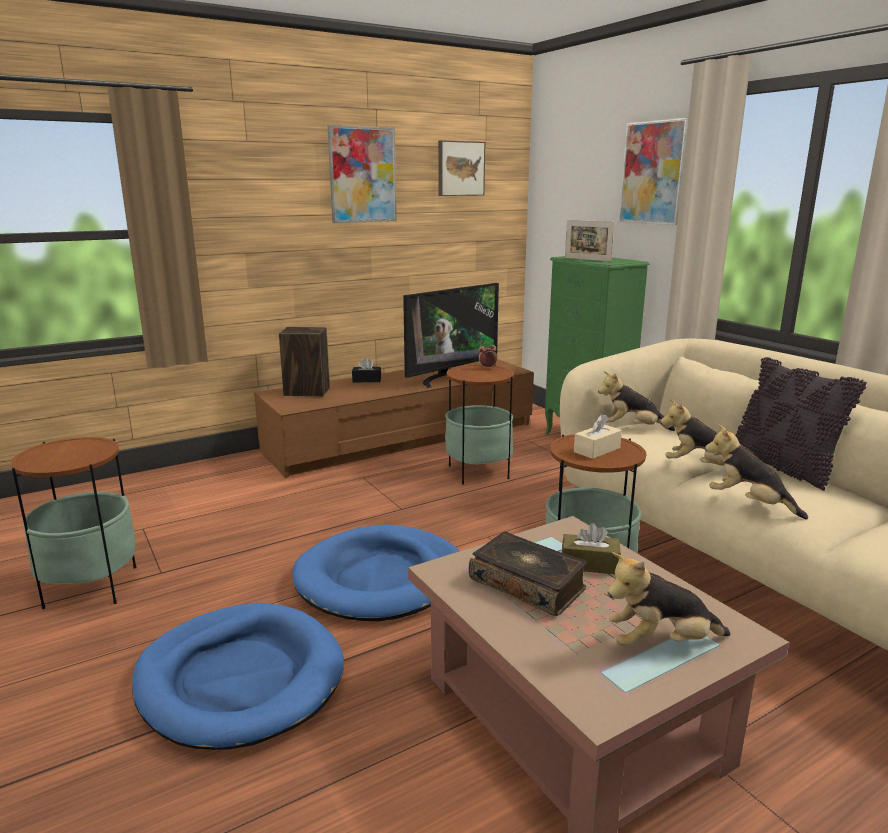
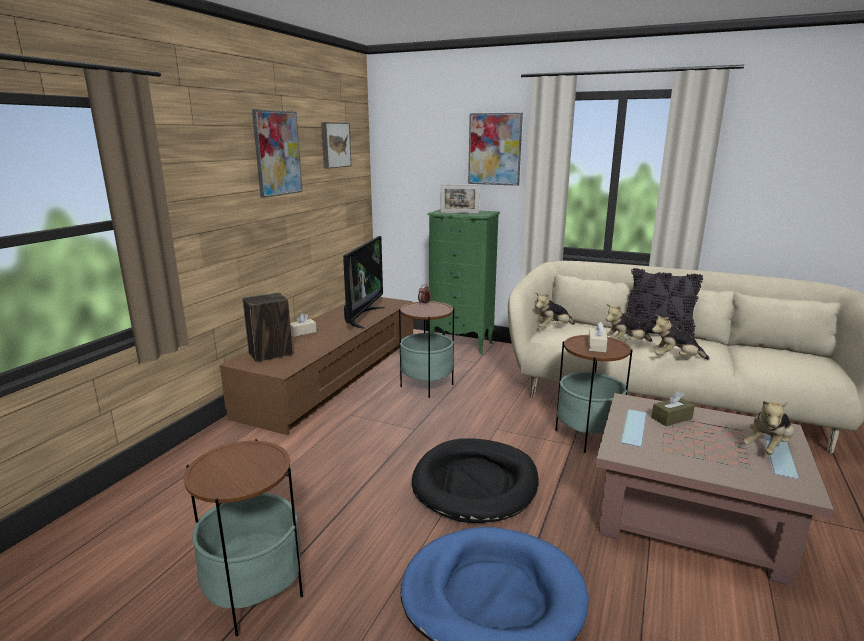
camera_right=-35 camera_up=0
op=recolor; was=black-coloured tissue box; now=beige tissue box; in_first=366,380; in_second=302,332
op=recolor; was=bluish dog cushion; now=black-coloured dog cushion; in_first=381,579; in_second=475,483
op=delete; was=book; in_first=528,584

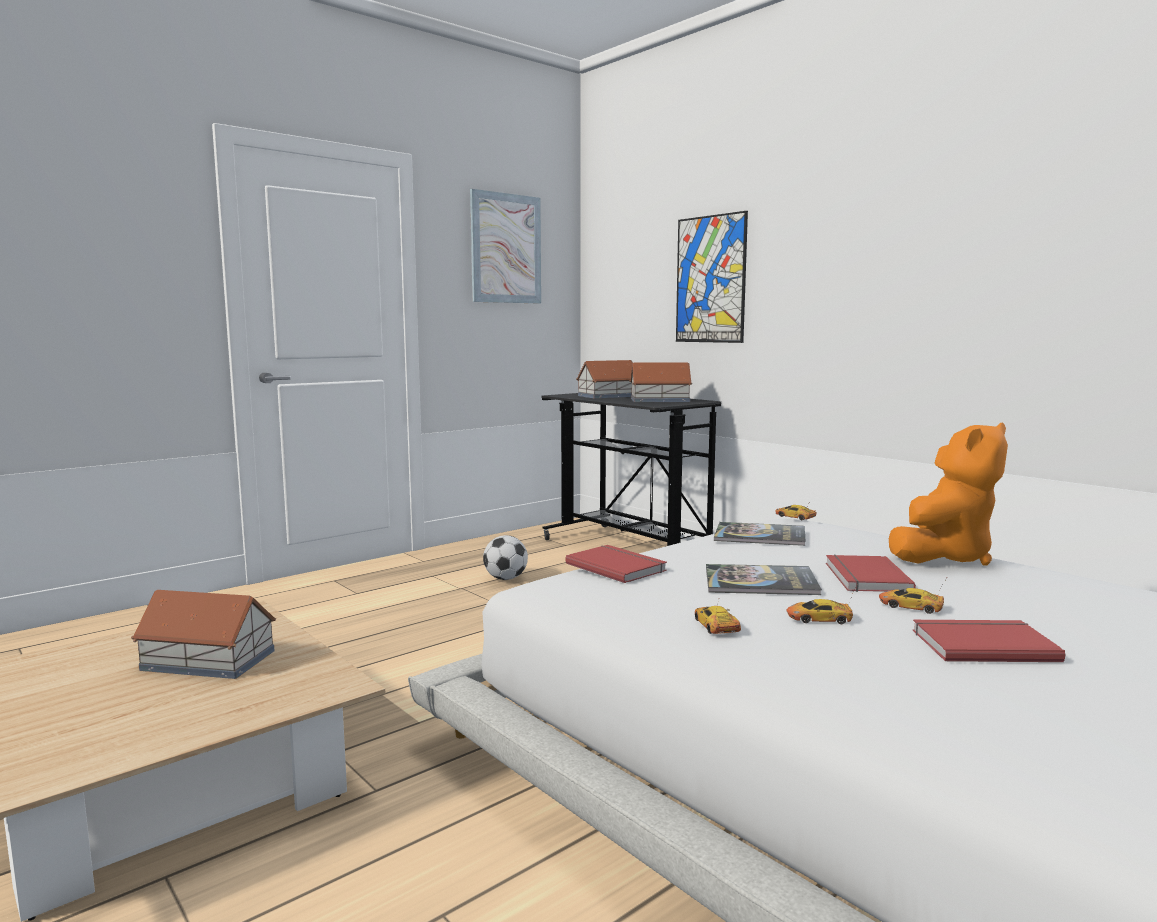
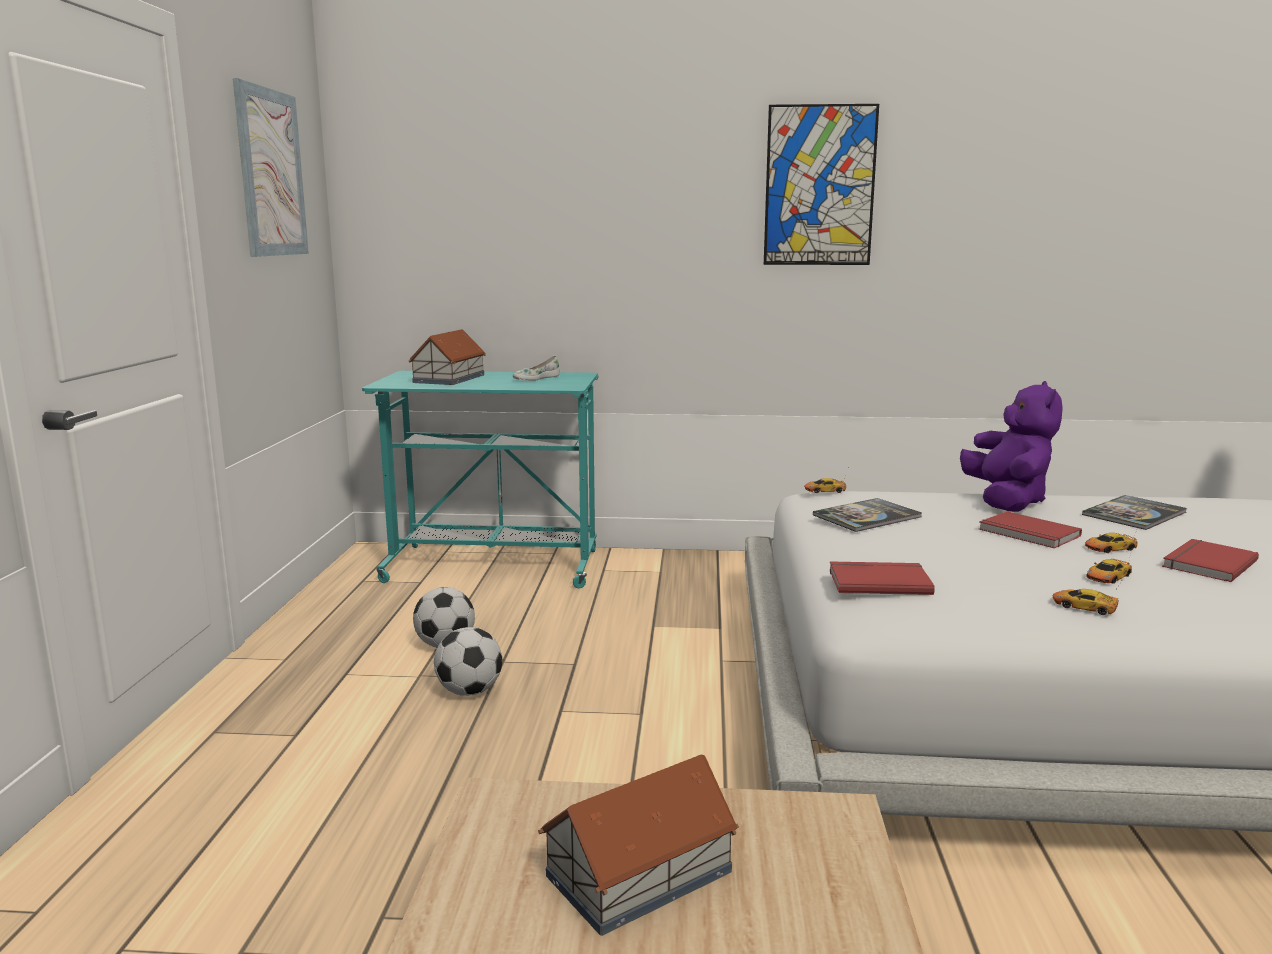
camera_right=-45 camera_up=5
op=recolor; was=black-coloured desk; now=turquoise desk; in_first=627,547; in_second=493,566
op=insert; now=football ball; in_second=469,692
op=replace; was=model house; now=white-coloured shoe; in_first=660,400; in_second=536,378
op=move; was=wall picture; in_first=710,279; in_second=819,186
op=recolor; was=orangey soft toy; now=purple-coloured soft toy; in_first=943,557; in_second=1006,501
op=move; was=book; in_first=760,582; in_second=1134,514

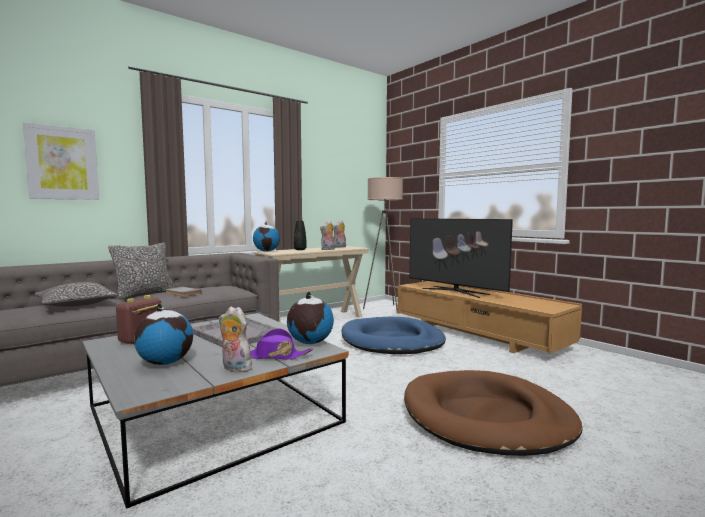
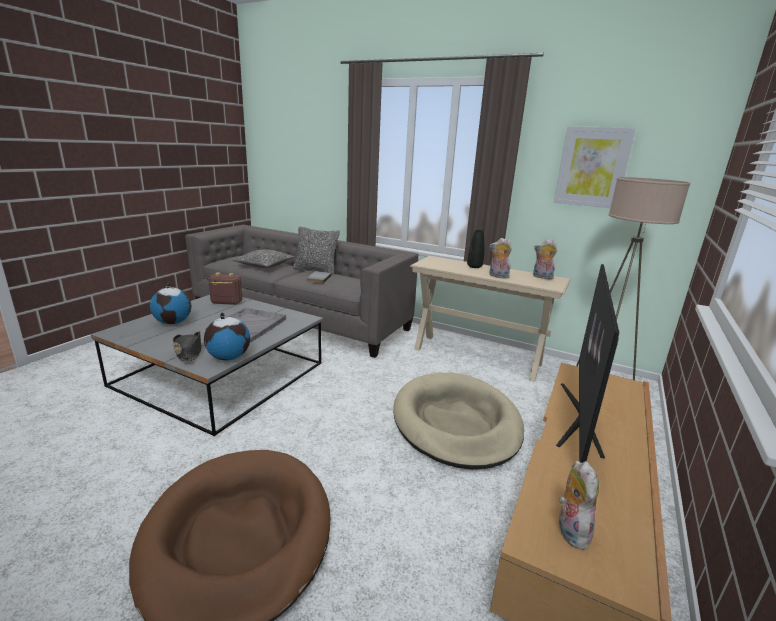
camera_right=65 camera_up=15
op=recolor; was=purple-coloured hat; now=black-coloured hat; in_first=275,356; in_second=189,352
op=recolor; was=bluish dog cushion; now=beige dog cushion; in_first=392,341; in_second=456,423
op=move; was=wall picture; in_first=62,163; in_second=592,167
op=move; was=soft toy; in_first=234,368; in_second=569,530
op=delete; was=world globe; in_first=267,251

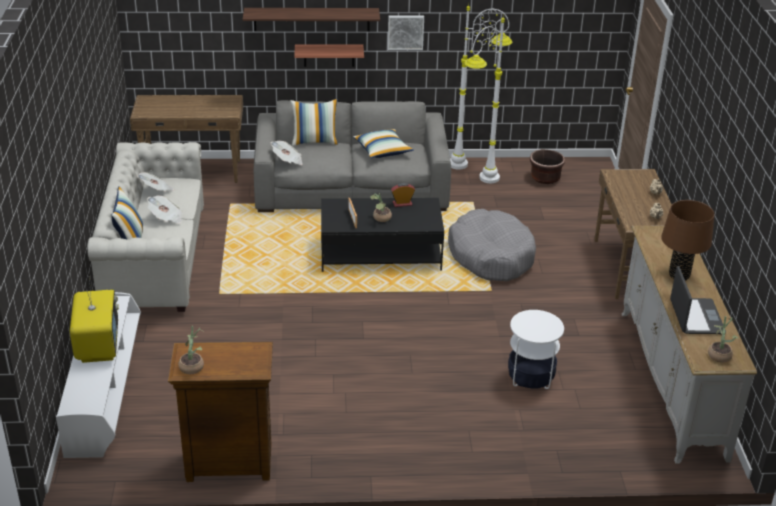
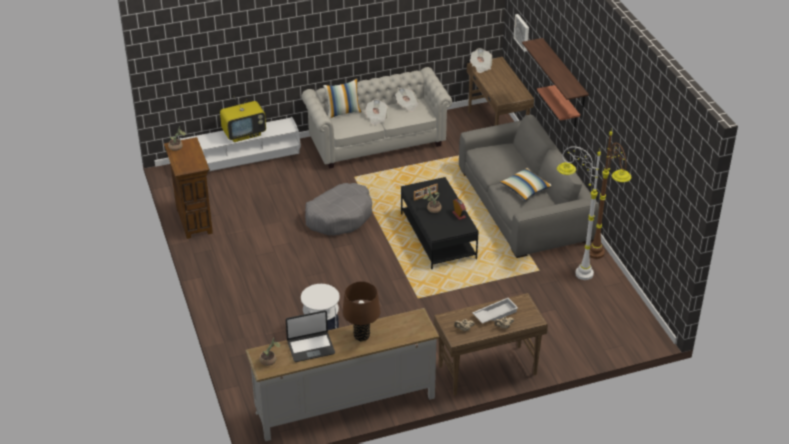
camera_right=75 camera_up=5
op=move; was=greyish dog cushion; in_first=491,256; in_second=339,216
op=move; was=printed paper; in_first=287,160; in_second=481,66
op=insert; now=white-coloured serving tray; in_second=495,313
op=move; was=wall picture; in_first=405,32; in_second=522,32
op=recolor; was=white-coloured standing lamp; now=brownish standing lamp; in_first=475,164; in_second=602,262
op=delete; was=pillow; in_first=315,141
op=delete; was=brownish plant pot; in_first=545,178

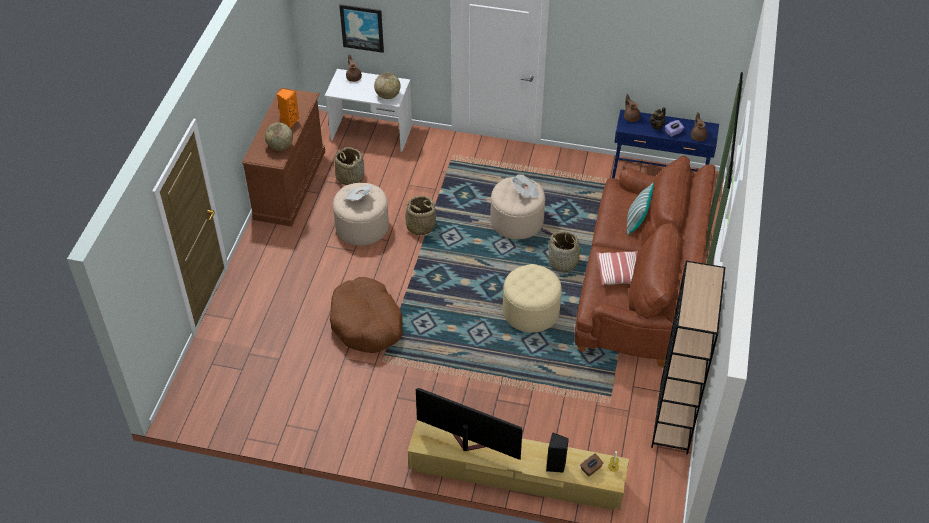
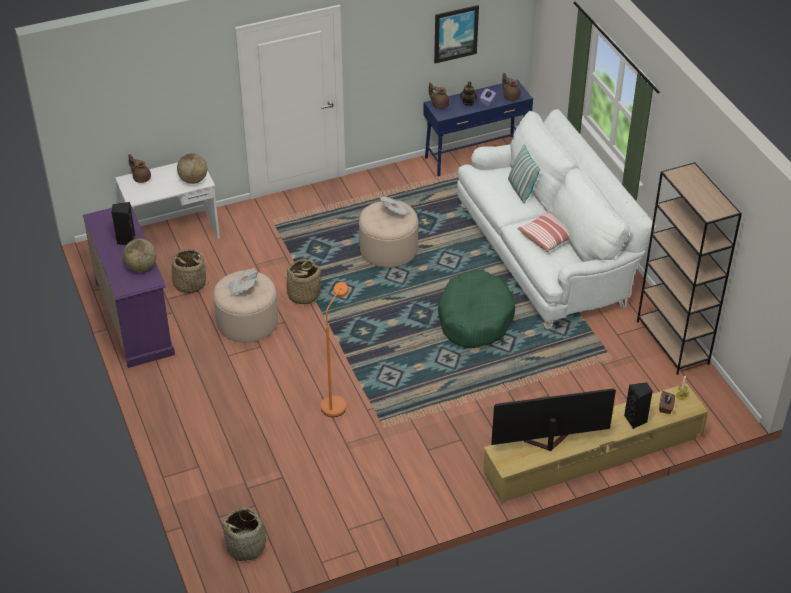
camera_right=-35 camera_up=-5
op=recolor; was=brownish storage cabinet; now=purple-coloured storage cabinet; in_first=290,184; in_second=134,317
op=recolor; was=orangey loudspeaker; now=black-coloured loudspeaker; in_first=289,121; in_second=126,240
op=move; was=storage basket; in_first=563,262; in_second=247,546
op=replace; was=brownish dog cushion; now=orangey standing lamp; in_first=366,323; in_second=336,402
op=move; was=wall picture; in_first=362,27; in_second=455,33
op=replace; was=beige footrest; now=greenish dog cushion; in_first=531,311; in_second=475,318
op=recolor; was=brownish couch; now=white-coloured couch; in_first=640,287; in_second=547,253

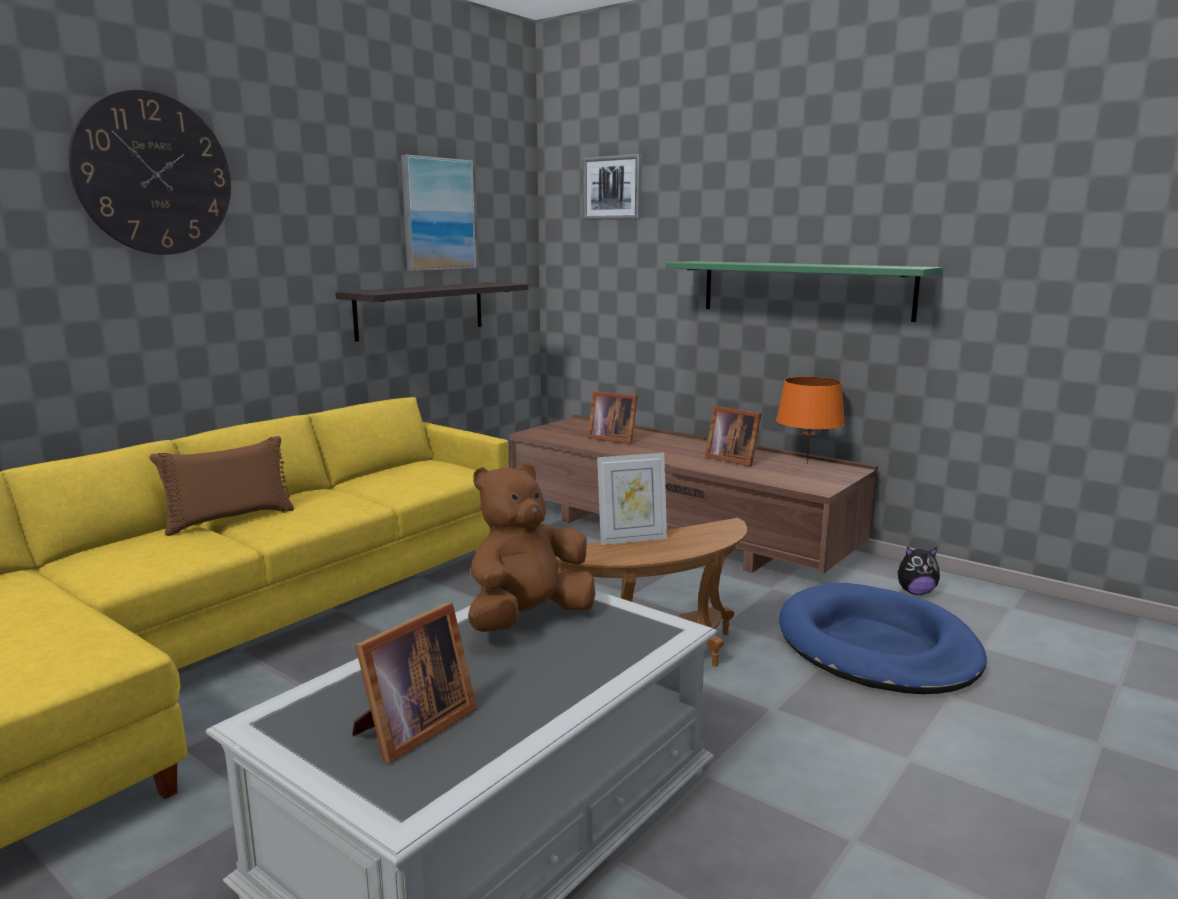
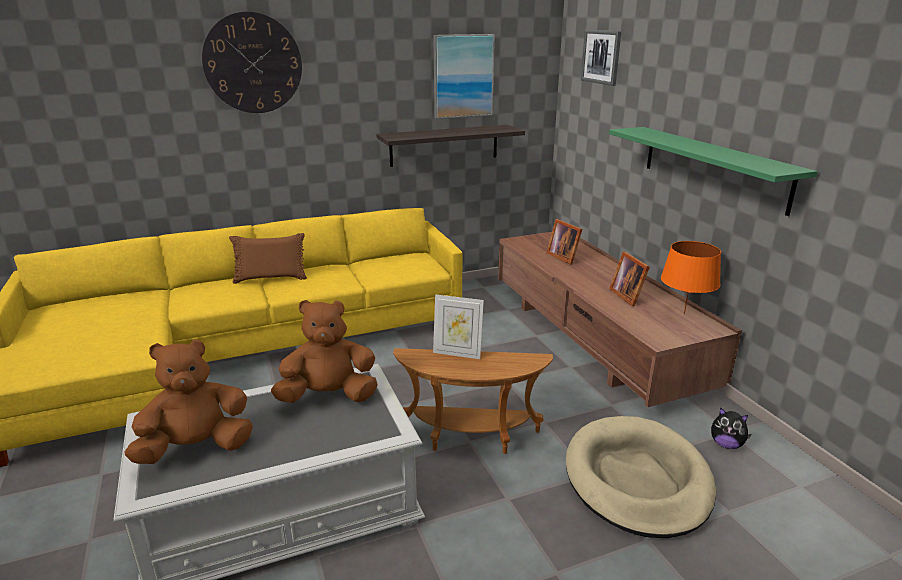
camera_right=30 camera_up=10
op=replace; was=photo frame; now=brownish soft toy; in_first=411,729; in_second=197,448
op=recolor; was=bluish dog cushion; now=beige dog cushion; in_first=876,647; in_second=637,479

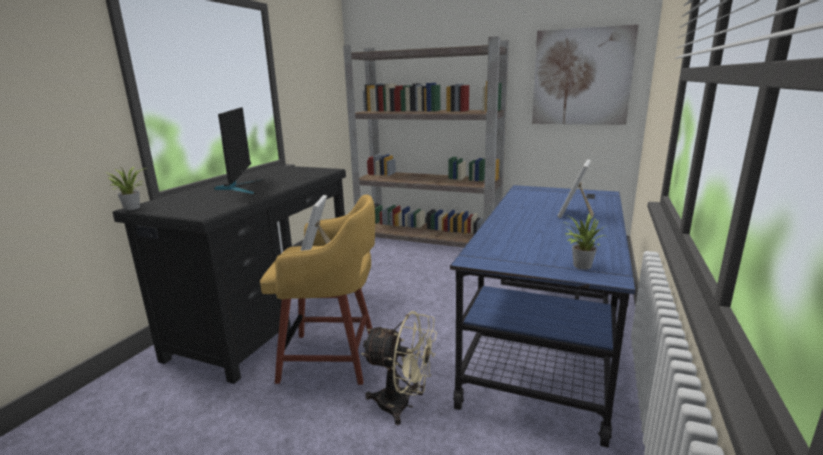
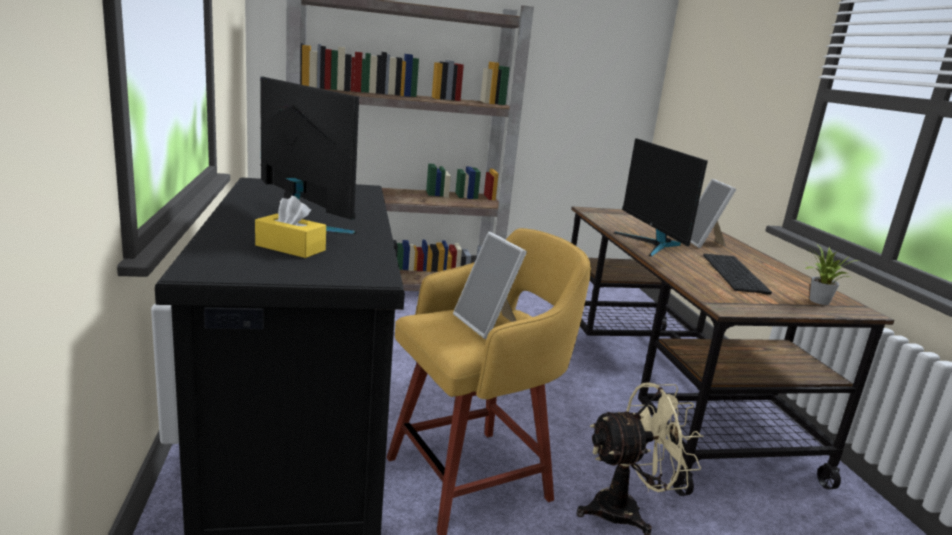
camera_right=-35 camera_up=0
op=insert; now=yellow-coloured tissue box; in_second=290,248
op=recolor; was=bluish desk; now=brownish desk; in_first=545,338; in_second=667,392
op=insert; now=computer display; in_second=652,244
op=insert; now=computer keyboard; in_second=736,274
op=delete; was=houseplant; in_first=131,208
op=delete; was=wall picture; in_first=581,77

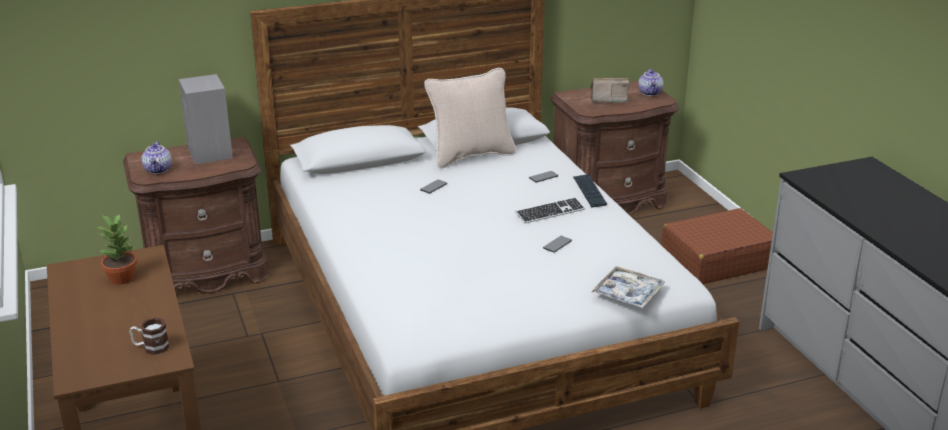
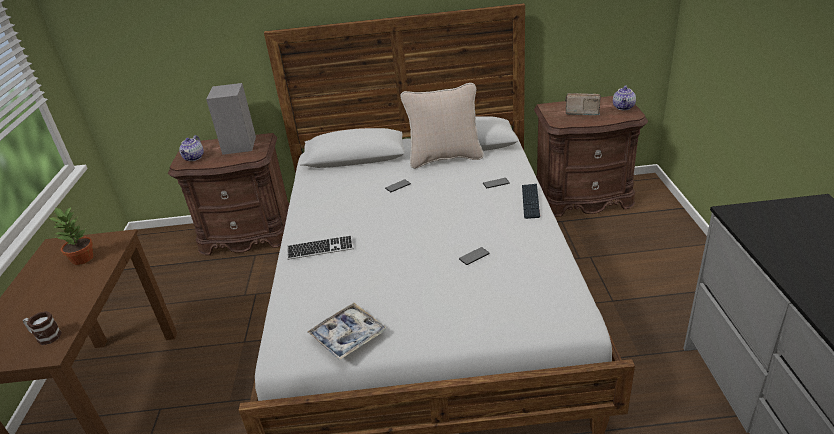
camera_right=20 camera_up=5
op=move; was=computer keyboard; in_first=550,212; in_second=320,249
op=move; was=serving tray; in_first=628,294; in_second=348,336
op=delete; was=brownish piece of luggage; in_first=717,260

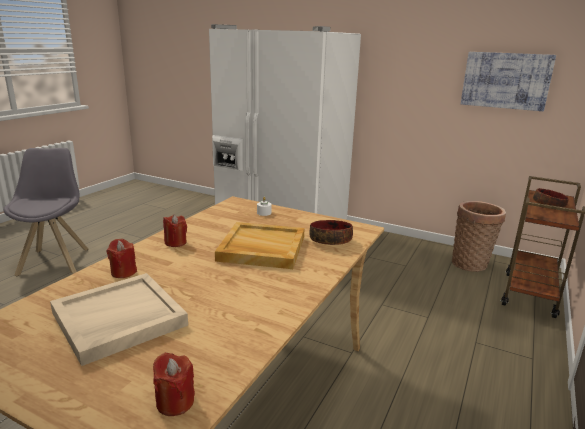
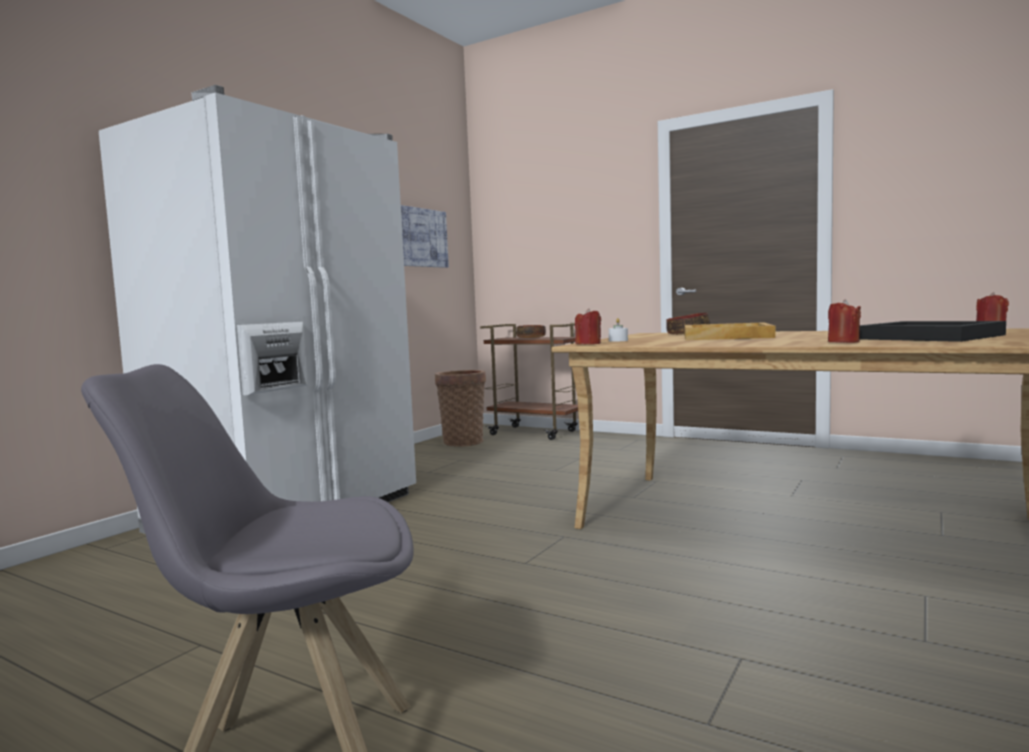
camera_right=-85 camera_up=-15
op=move; was=red-coloured wax candle; in_first=175,242; in_second=588,344
op=recolor; was=beige serving tray; now=black-coloured serving tray; in_first=118,320; in_second=930,337

